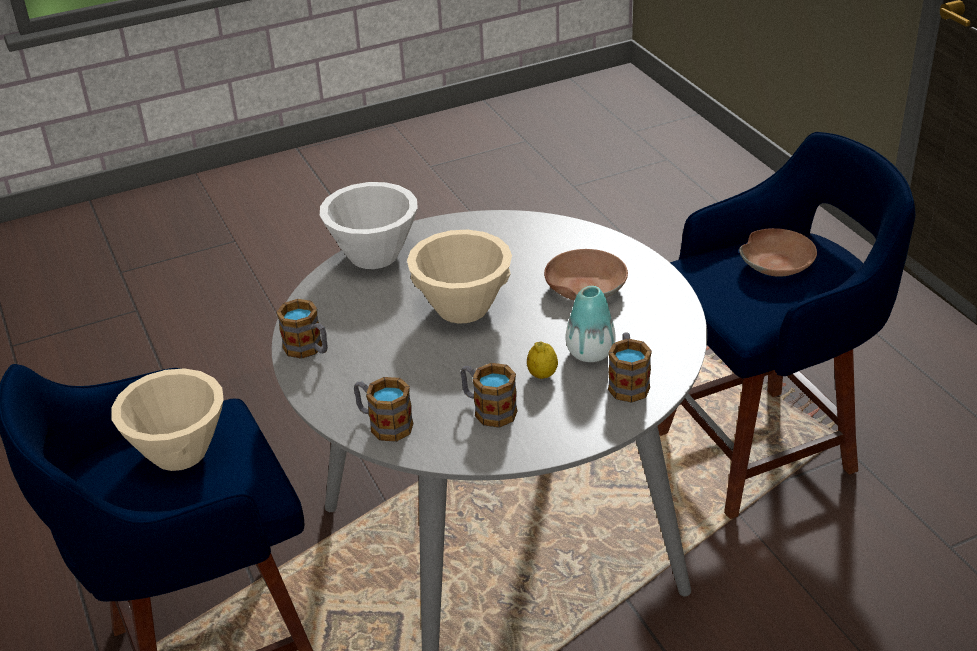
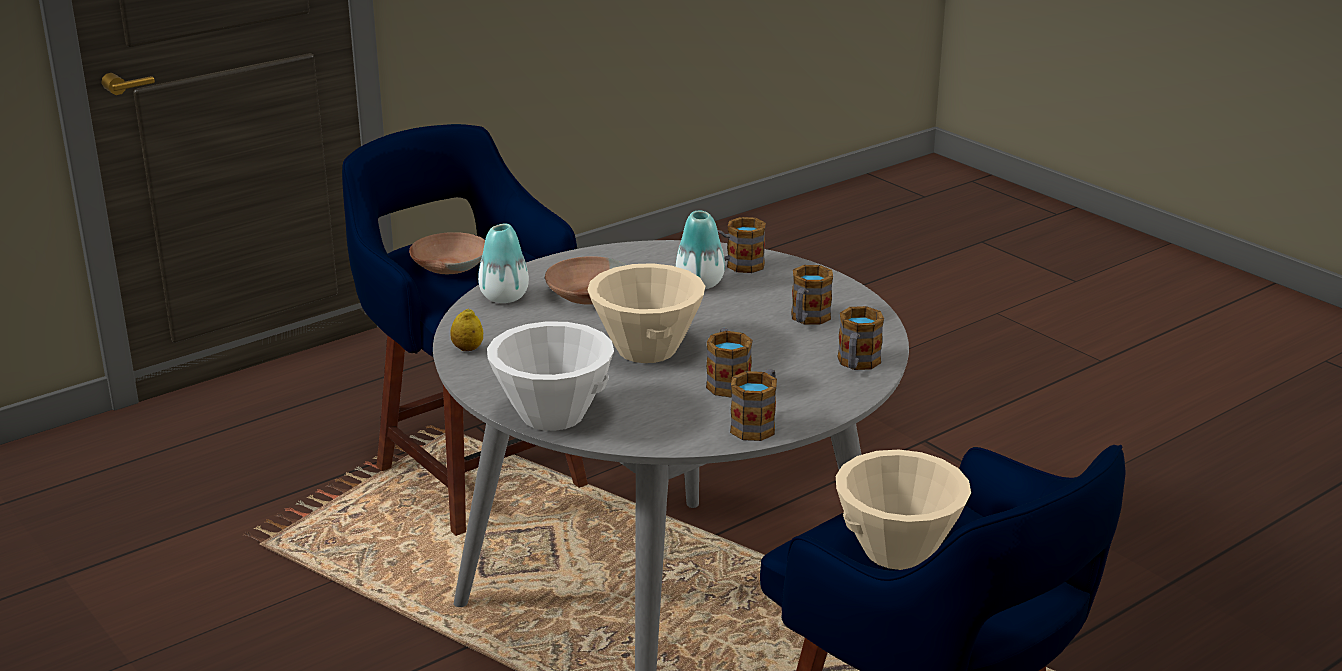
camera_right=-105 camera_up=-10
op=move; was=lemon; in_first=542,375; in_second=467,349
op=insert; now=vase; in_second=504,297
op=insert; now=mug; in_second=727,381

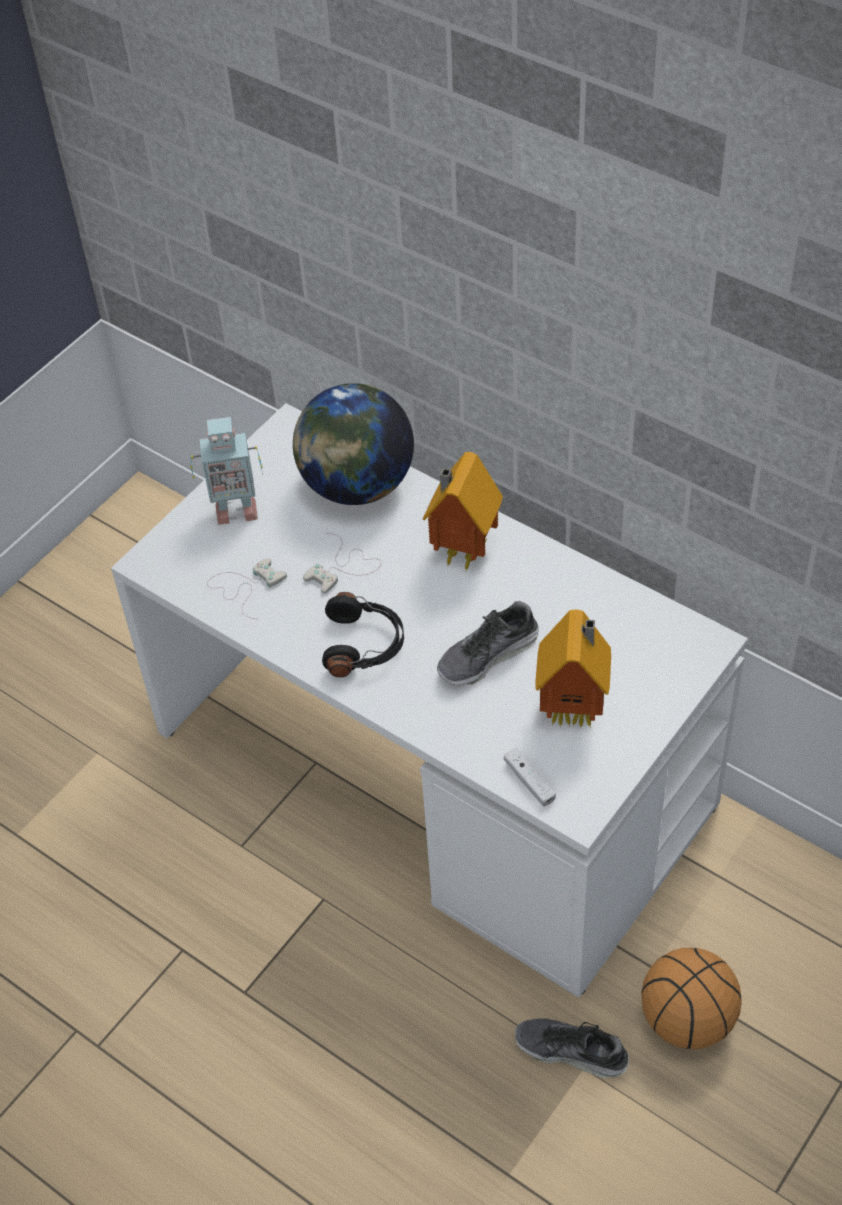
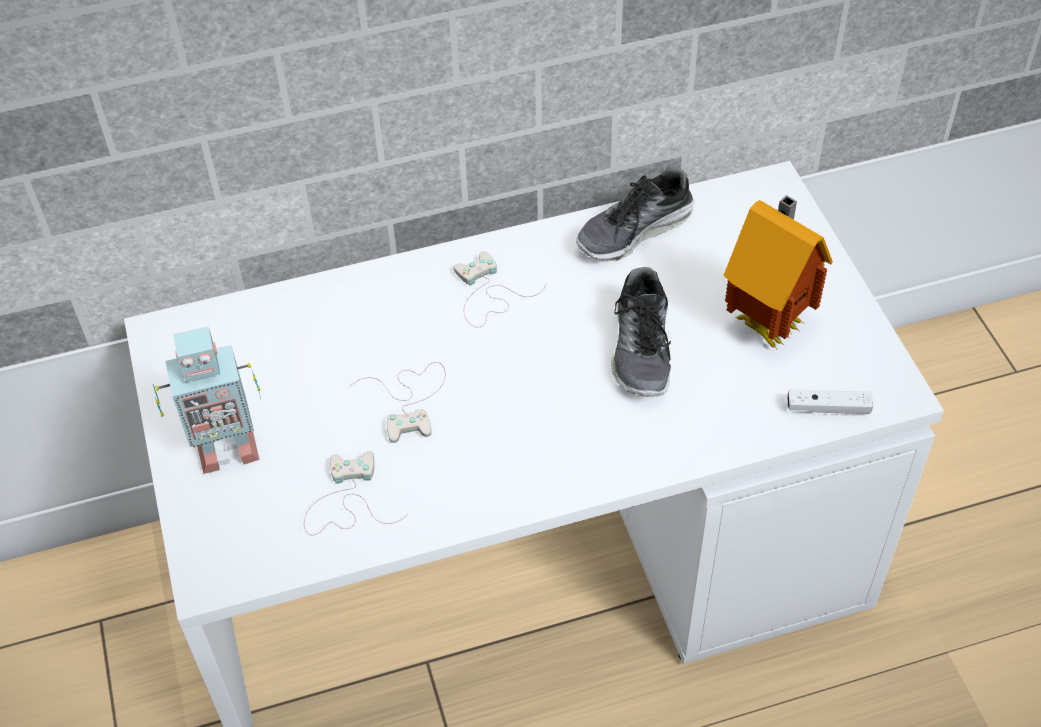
camera_right=-55 camera_up=0
op=rotate; was=model robot; in_first=234,510; in_second=225,449; clockwise=45
op=replace; was=model house; now=white-coloured game controller; in_first=461,552; in_second=488,294
op=move; was=shoe; in_first=571,1052; in_second=634,231
op=delete; was=world globe; in_first=356,485
op=delete; was=black-coloured pair of headphones; in_first=364,645
op=delete; was=basketball ball; in_first=688,1019

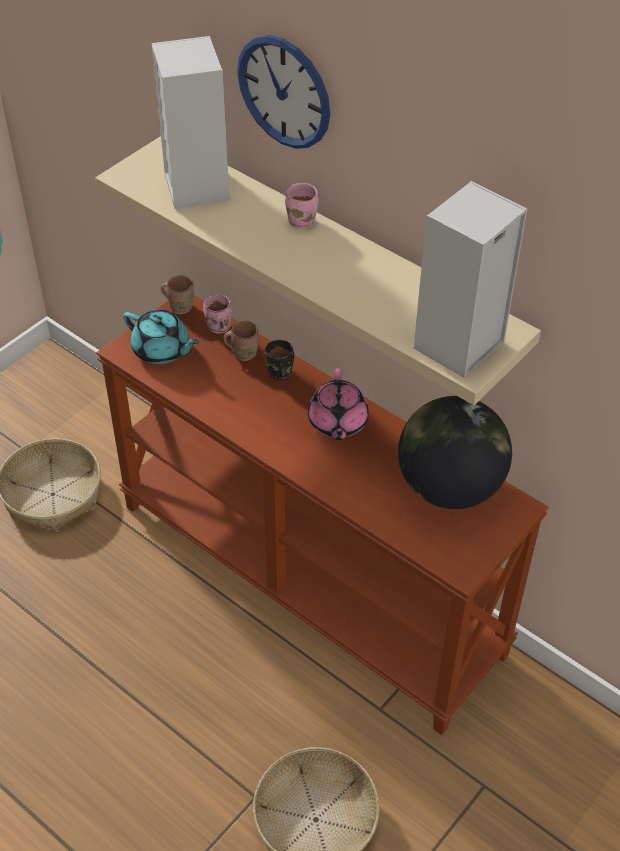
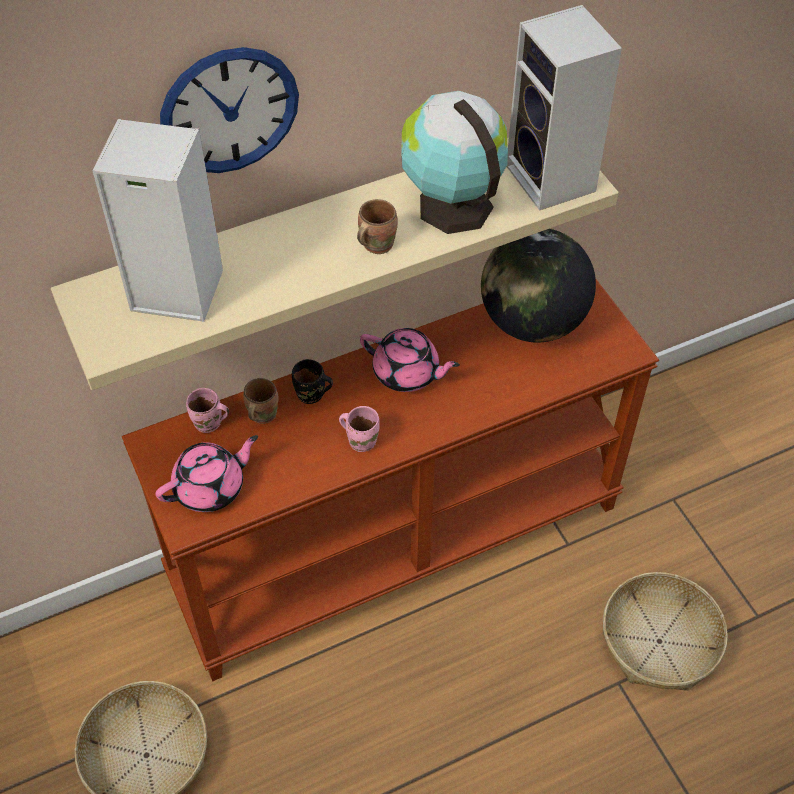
camera_right=-65 camera_up=5
op=recolor; was=turquoise tea pot; now=pink tea pot; in_first=162,350; in_second=211,487
op=move; was=pink mug; in_first=303,220; in_second=361,439
op=move; was=brownish mug; in_first=180,306; in_second=375,244
op=insert; now=world globe; in_second=451,204

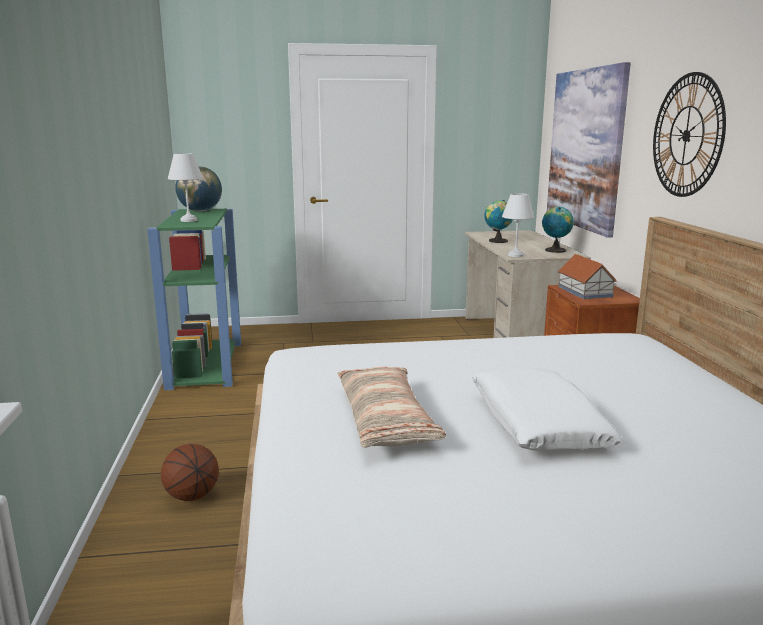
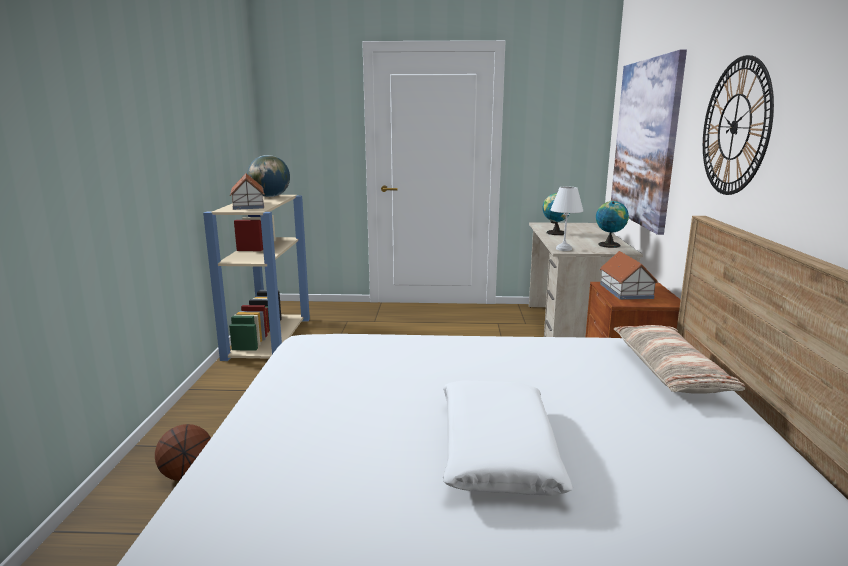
camera_right=10 camera_up=0
op=recolor; was=greenish bookcase; now=beige bookcase; in_first=206,364; in_second=269,337
op=replace; was=white-coloured tabletop lamp; now=model house; in_first=189,220; in_second=249,205
op=move; was=pillow; in_first=386,420; in_second=669,371

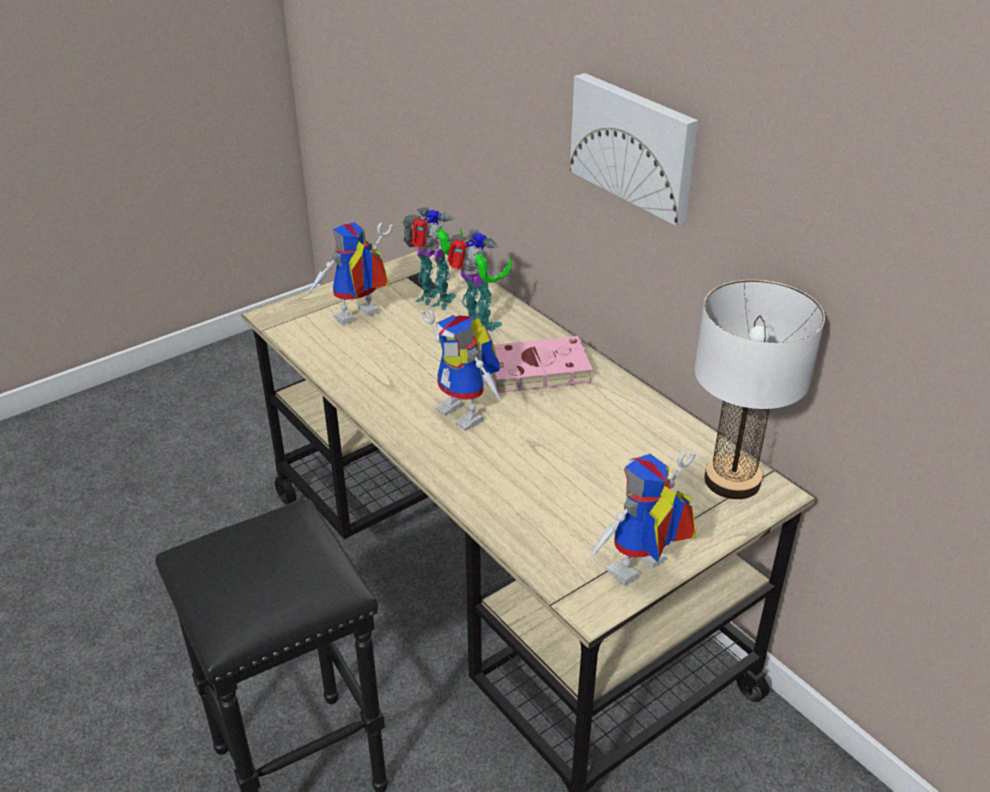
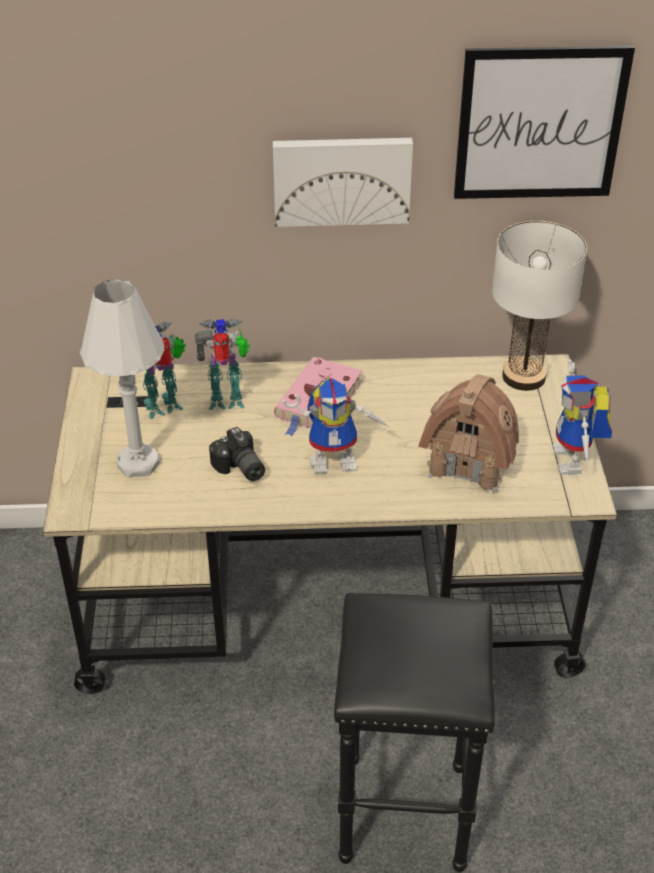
camera_right=-55 camera_up=5
op=replace; was=model robot; now=white-coloured tabletop lamp; in_first=356,319; in_second=138,463
op=insert; now=still camera; in_second=239,468
op=insert; now=model house; in_second=470,462
op=insert; now=wall picture; in_second=540,124

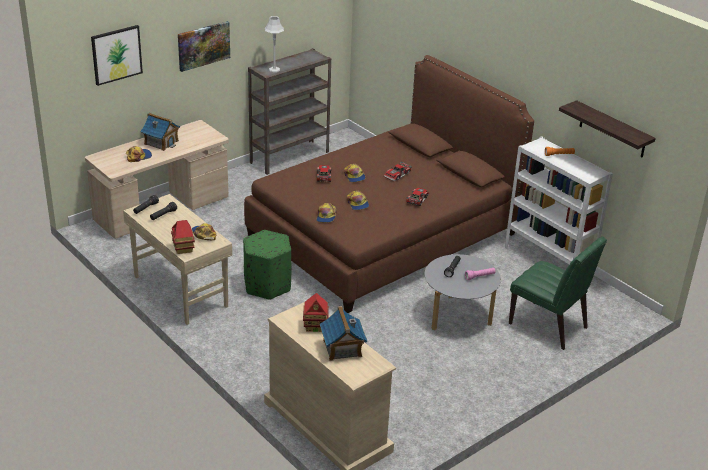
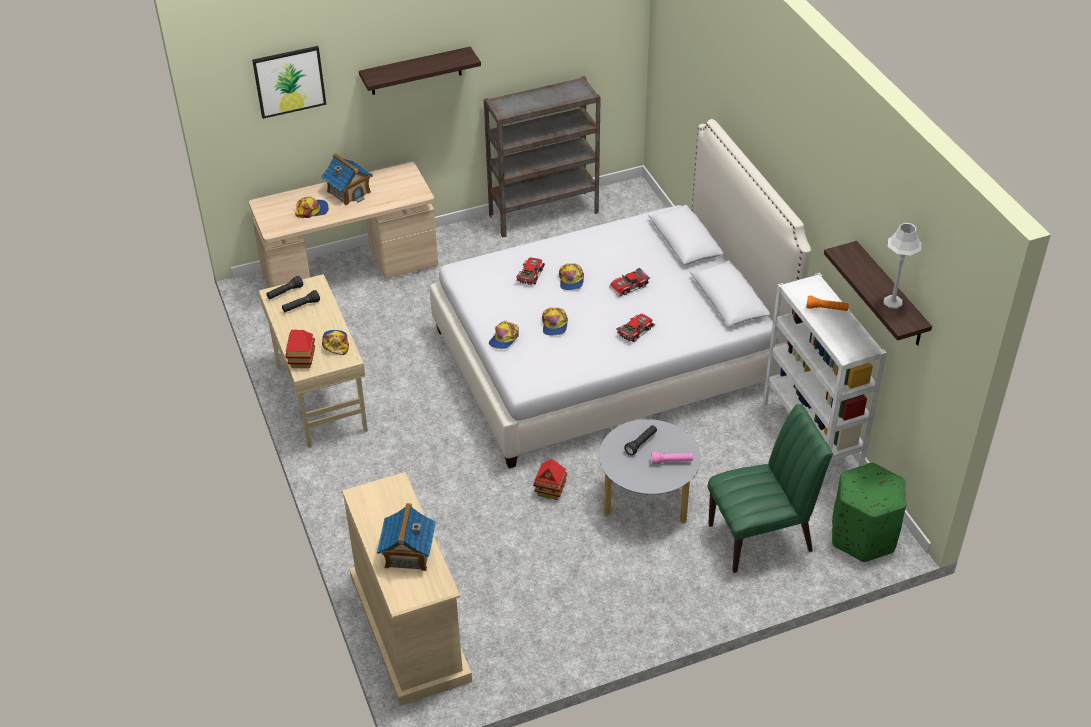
camera_right=20 camera_up=10
op=replace; was=wall picture; now=shelf; in_first=203,45; in_second=416,71
op=recolor; was=brownish bed; now=white-coloured bed; in_first=383,234; in_second=609,356
op=move; was=model house; in_first=315,326; in_second=550,491
op=rotate; was=greenish upright chair; in_first=547,325; in_second=759,538; clockwise=-75
op=move; was=greenish footrest; in_first=267,285; in_second=863,536
op=move; was=greyish tabletop lamp; in_first=274,69; in_second=892,302

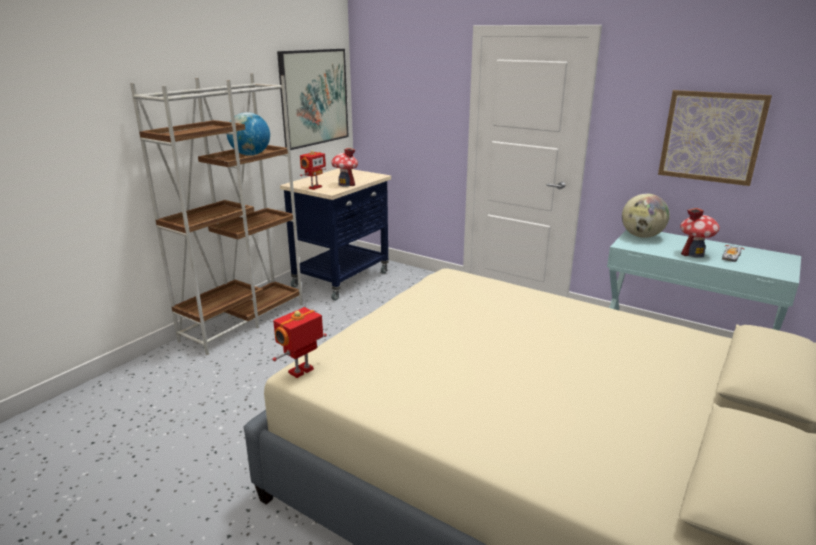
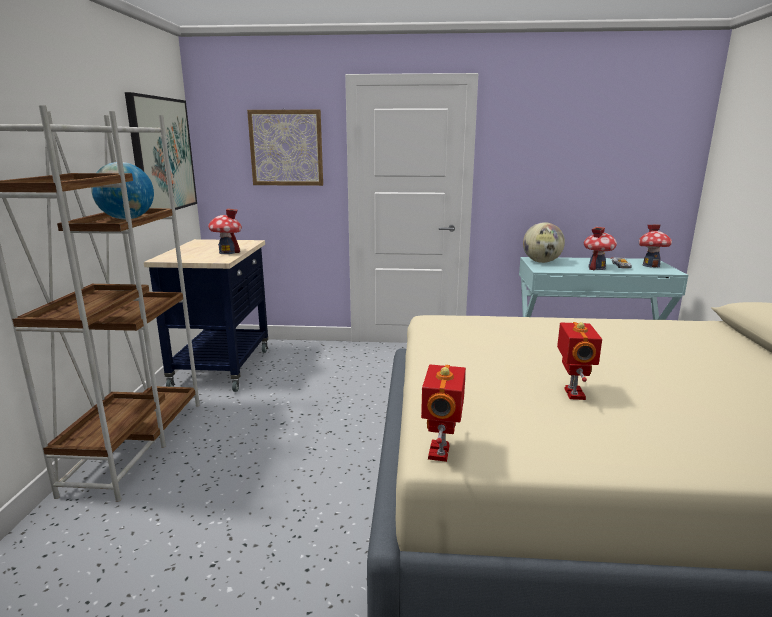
camera_right=-30 camera_up=-5
op=move; was=wall picture; in_first=711,136; in_second=286,147
op=move; was=model robot; in_first=314,187; in_second=572,393
op=insert; now=model house; in_second=651,265

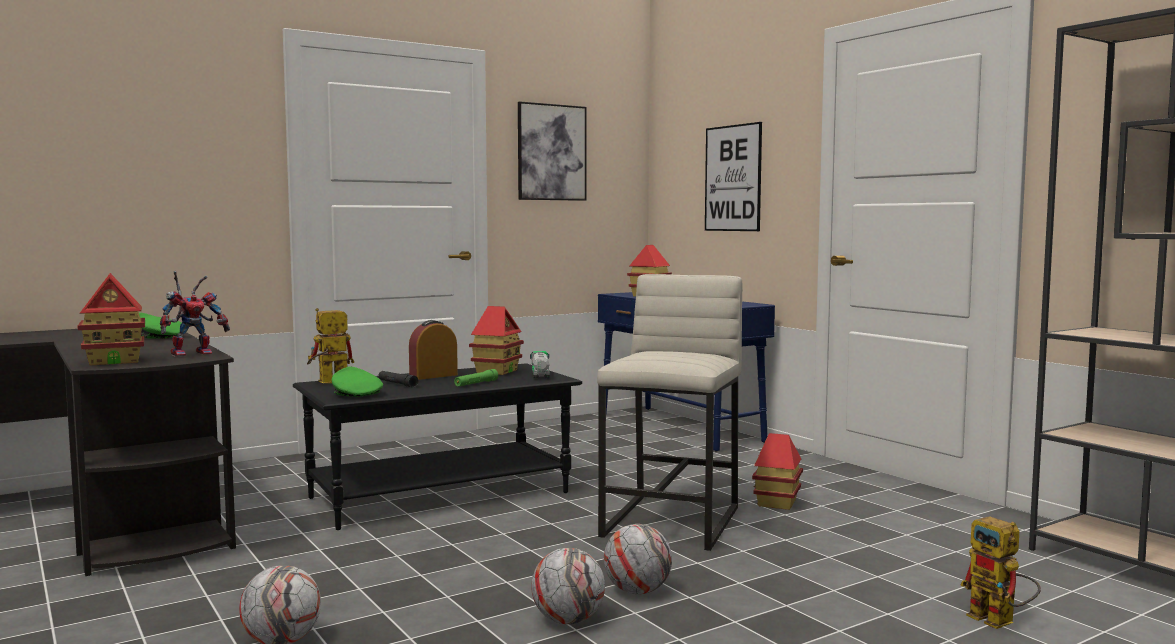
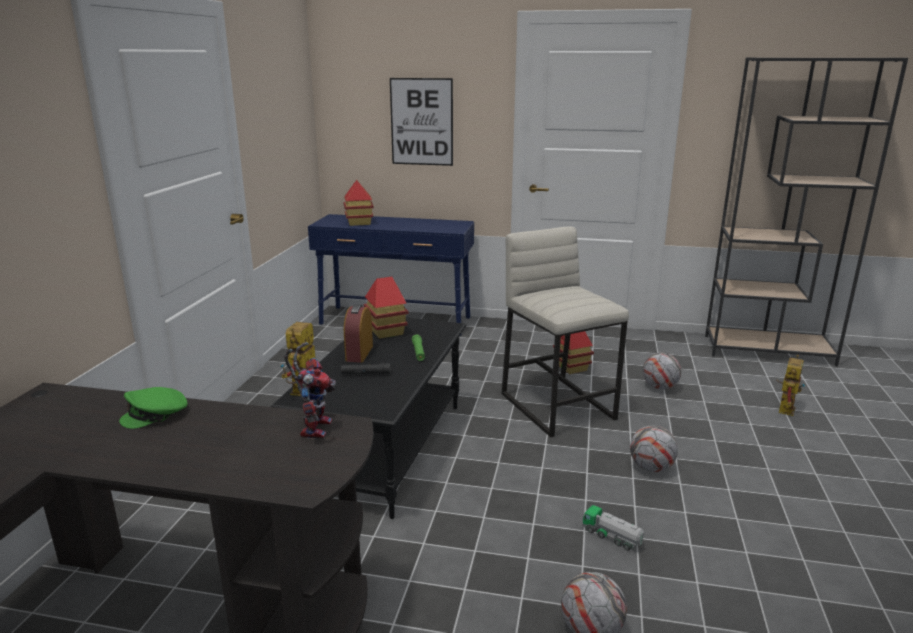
camera_right=-45 camera_up=15
op=move; was=model truck; in_first=540,375; in_second=612,537
op=move; was=football ball; in_first=568,620; in_second=659,387
op=rotate; was=model robot; in_first=1000,622; in_second=784,407; clockwise=-75
op=delete; was=model house; in_first=115,361
op=delete; was=greenish peaked cap; in_first=356,394
op=delete; was=wall picture; in_first=551,152

